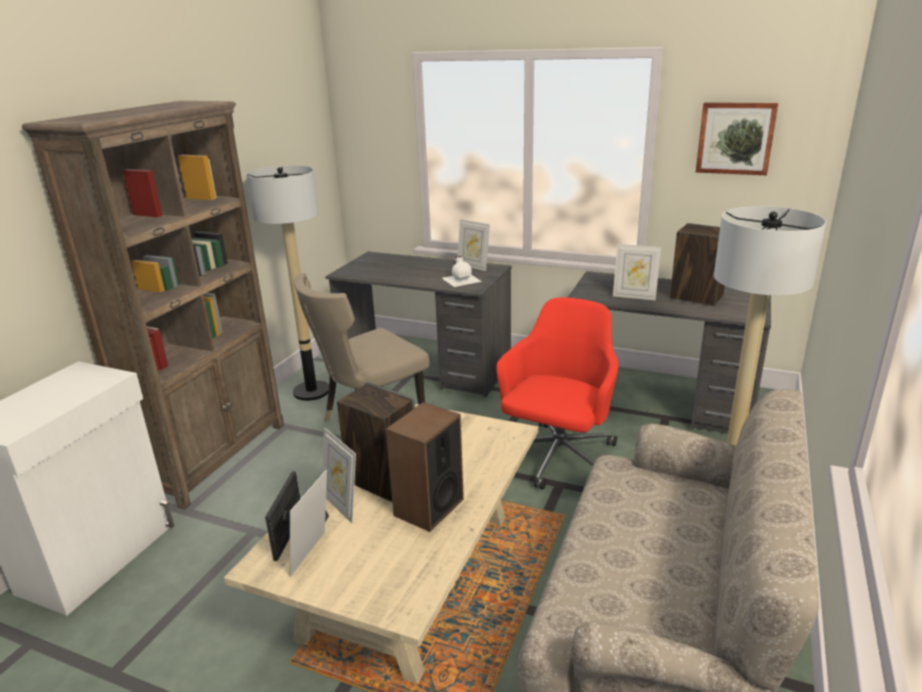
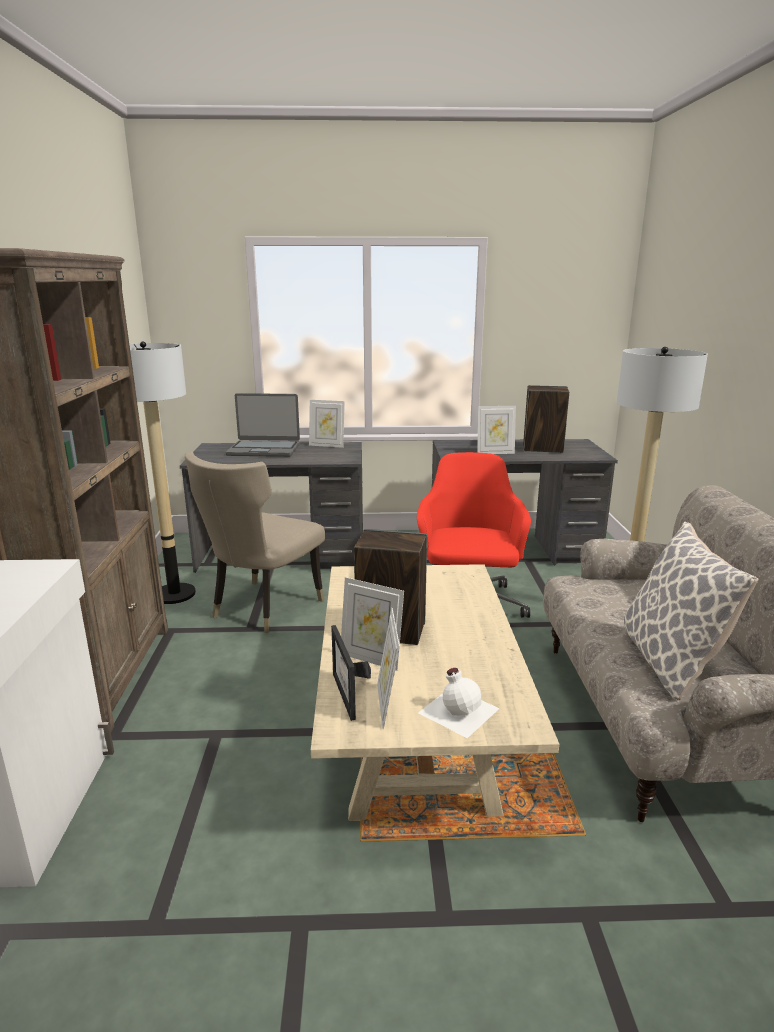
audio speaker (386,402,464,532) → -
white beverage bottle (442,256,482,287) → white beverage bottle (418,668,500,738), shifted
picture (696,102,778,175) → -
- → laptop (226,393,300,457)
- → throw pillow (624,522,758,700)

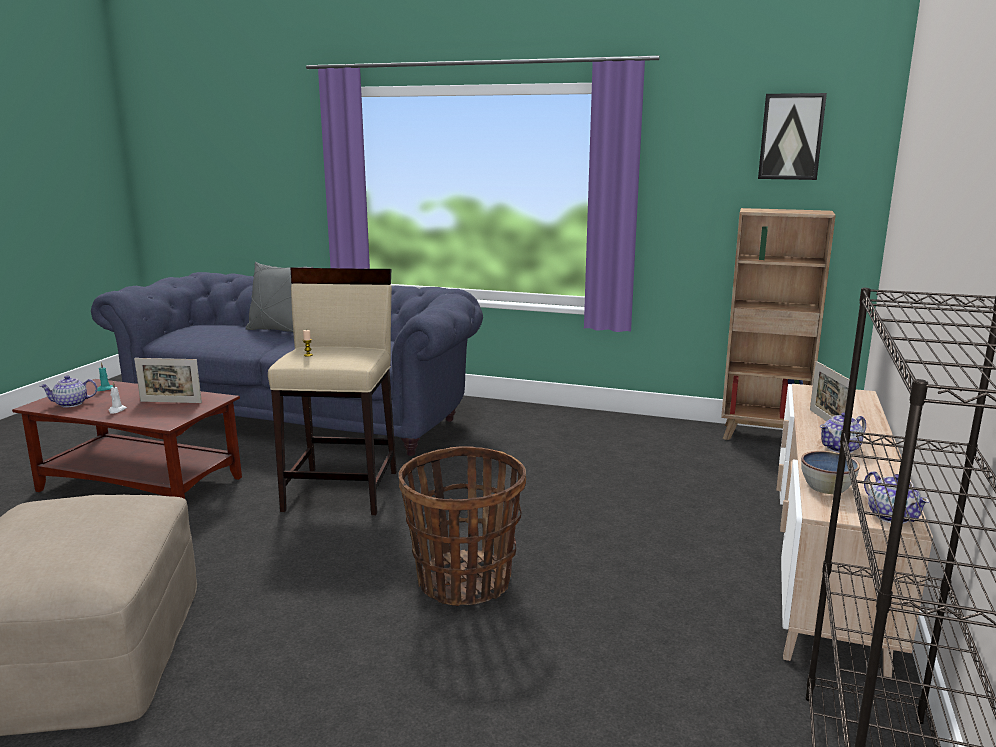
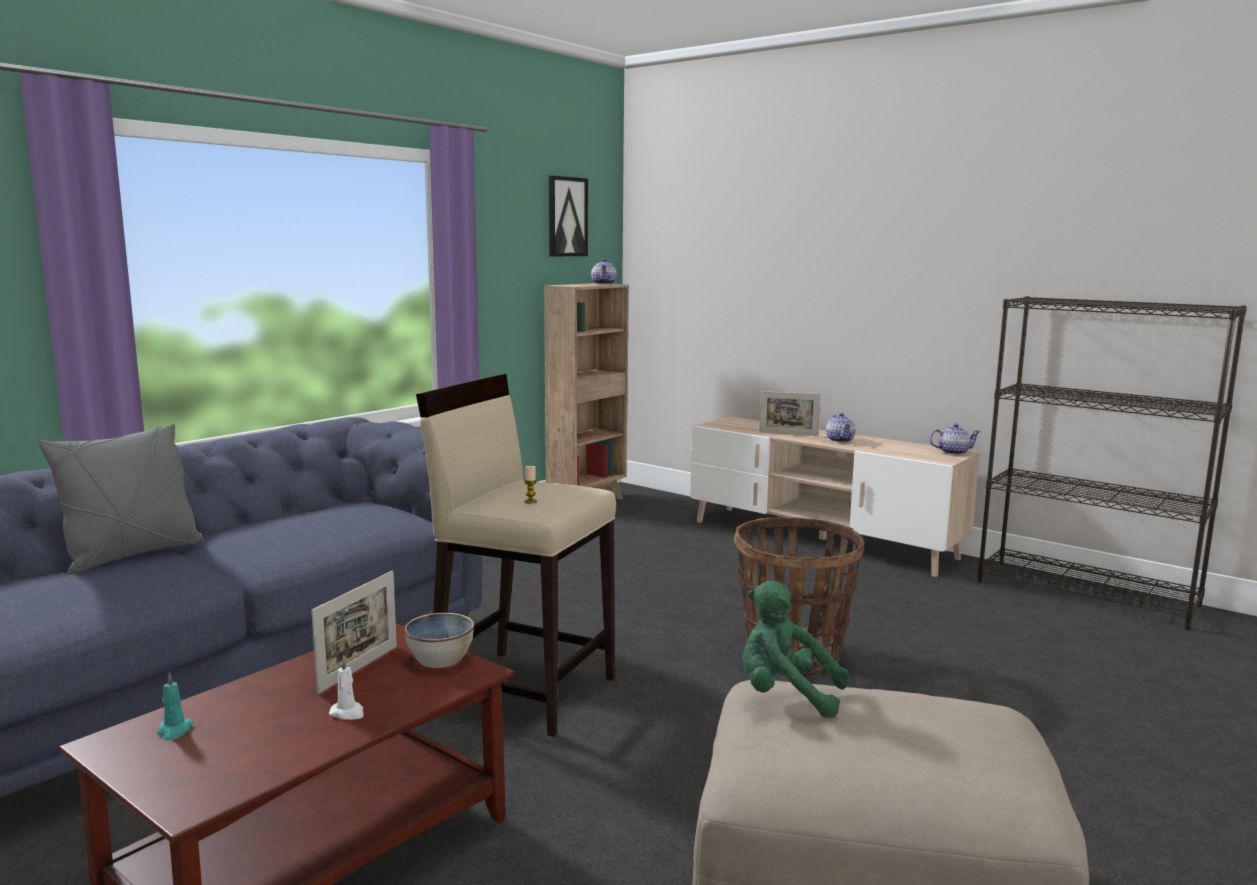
teapot (40,375,98,407) → teapot (591,259,617,284), shifted
deep dish (801,451,860,494) → deep dish (404,613,474,668), shifted
- → green-coloured plush toy (742,581,849,718)

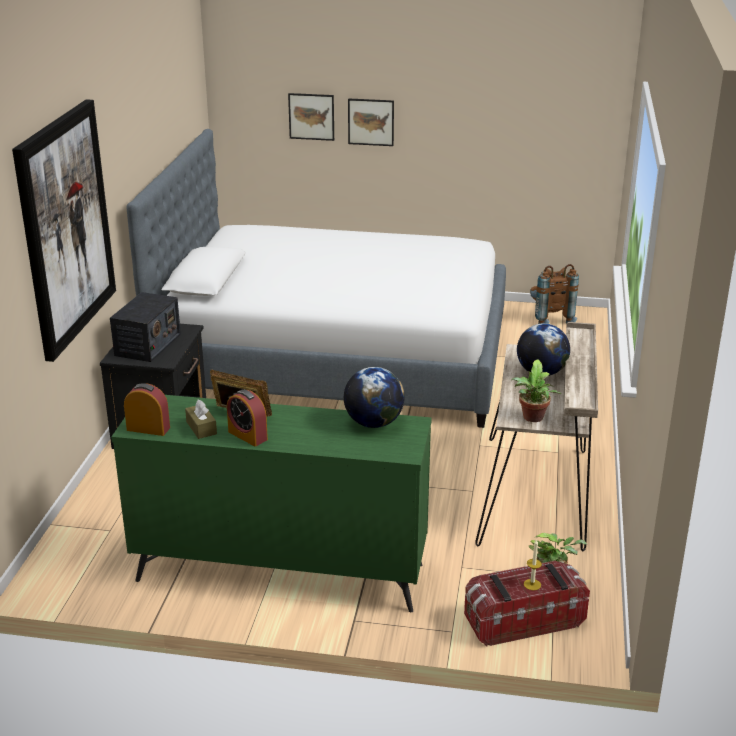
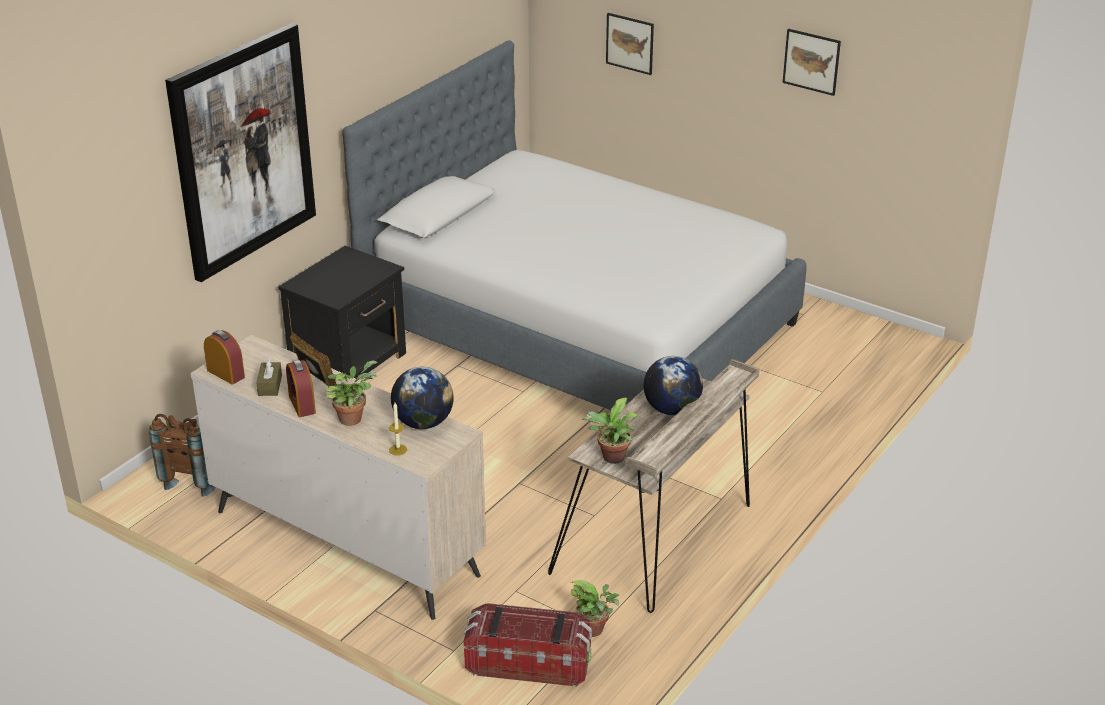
radio set (110,292,181,362) → -
green-coloured dresser (111,395,432,612) → sand-coloured dresser (190,335,486,620)
picture (348,98,394,146) → picture (783,29,841,96), shifted
candle (524,539,542,590) → candle (389,403,407,456), shifted
brownish knapsack (530,264,579,324) → brownish knapsack (149,414,216,497), shifted
- → potted plant (325,361,378,426)

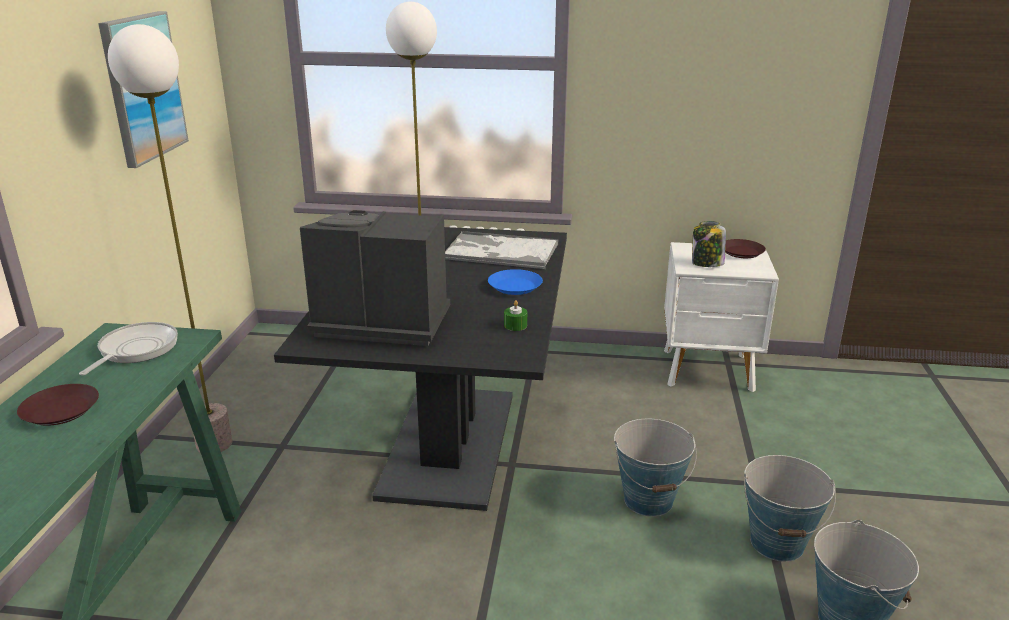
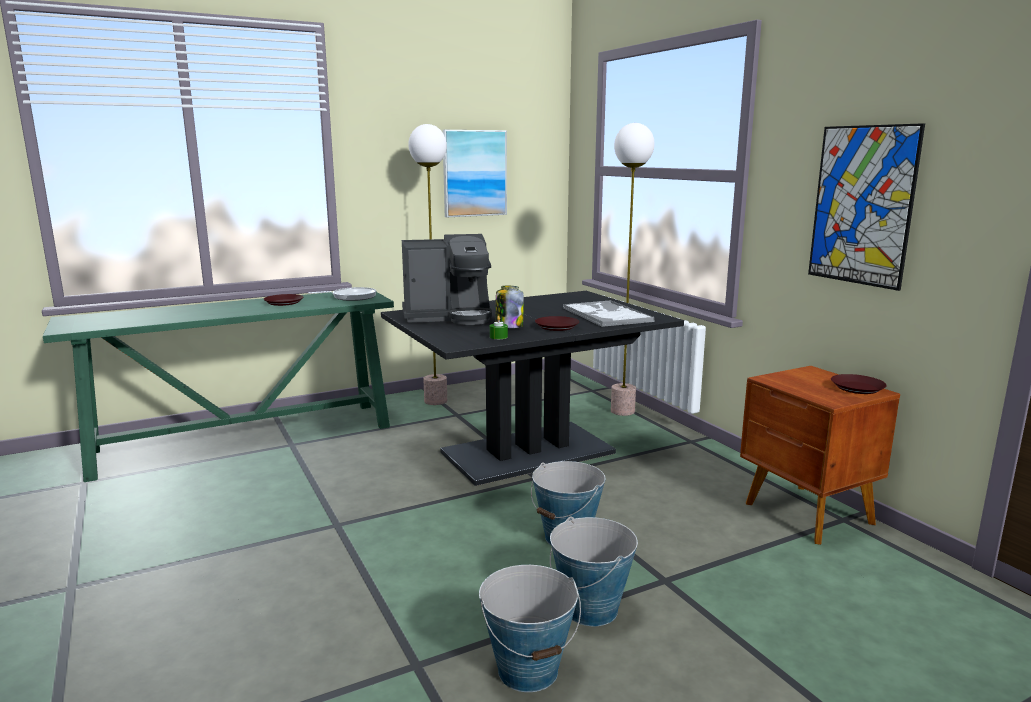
coffee maker (300,210,450,346) → coffee maker (402,234,492,325), 105 degrees clockwise
blue dinner plate (488,269,543,295) → brownish dinner plate (535,316,579,331)
white nightstand (664,242,779,392) → brownish nightstand (740,366,900,545)
jar (692,221,726,267) → jar (495,286,524,328), shifted
- → picture (808,123,925,291)

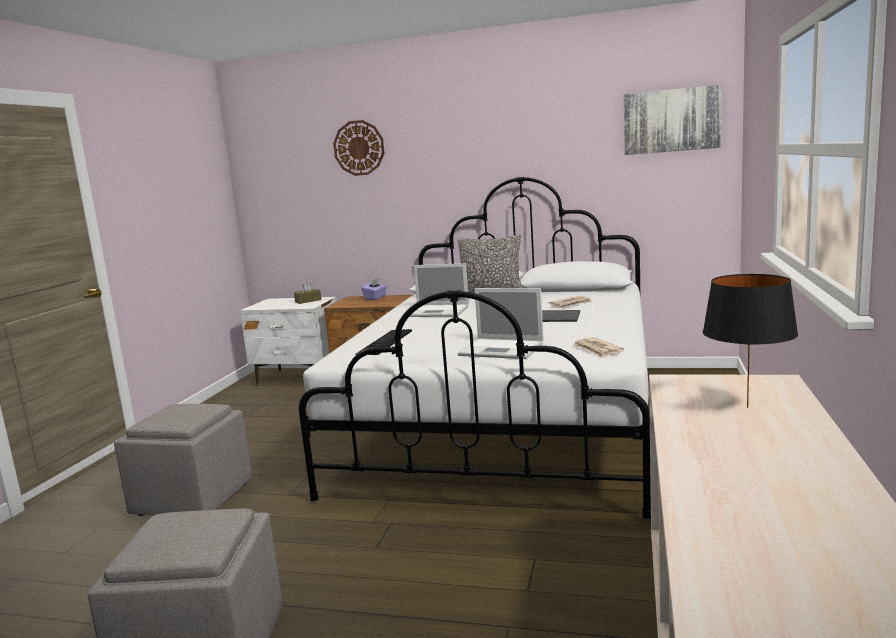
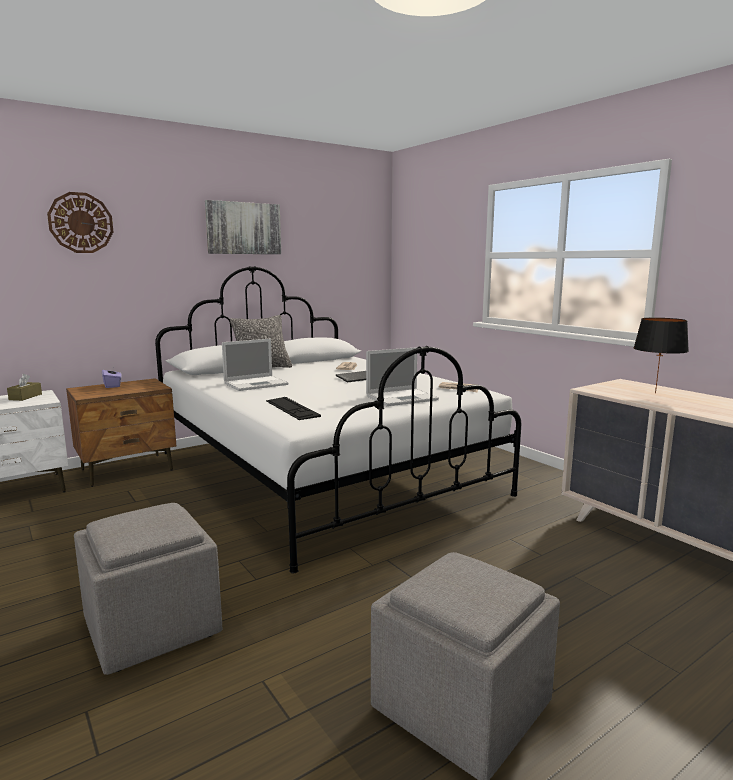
picture (624,85,722,155) → picture (205,200,281,254), shifted

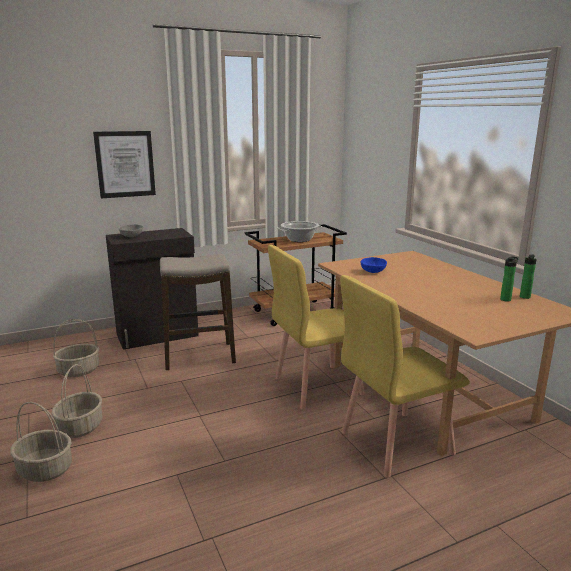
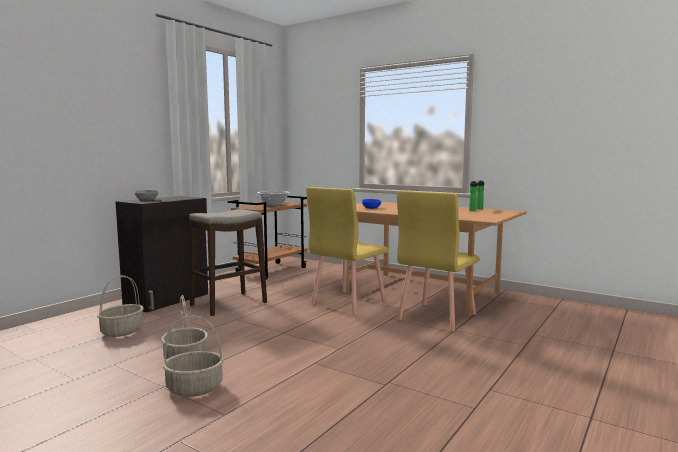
picture (93,131,156,198) → -

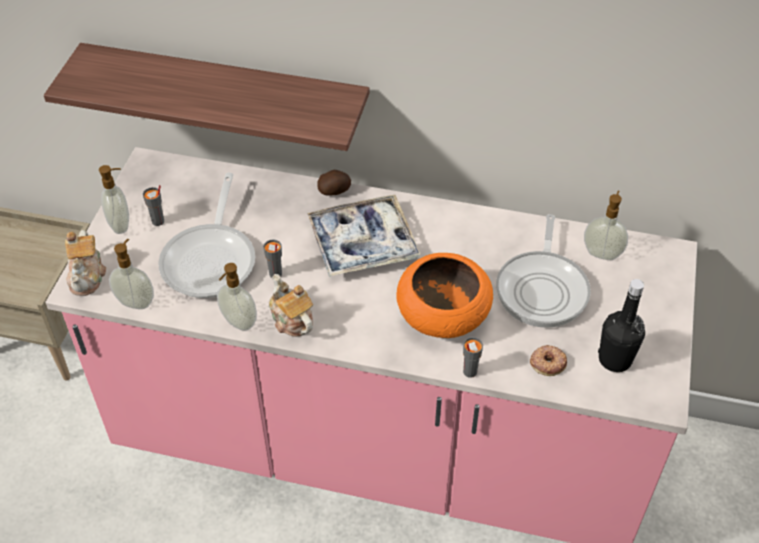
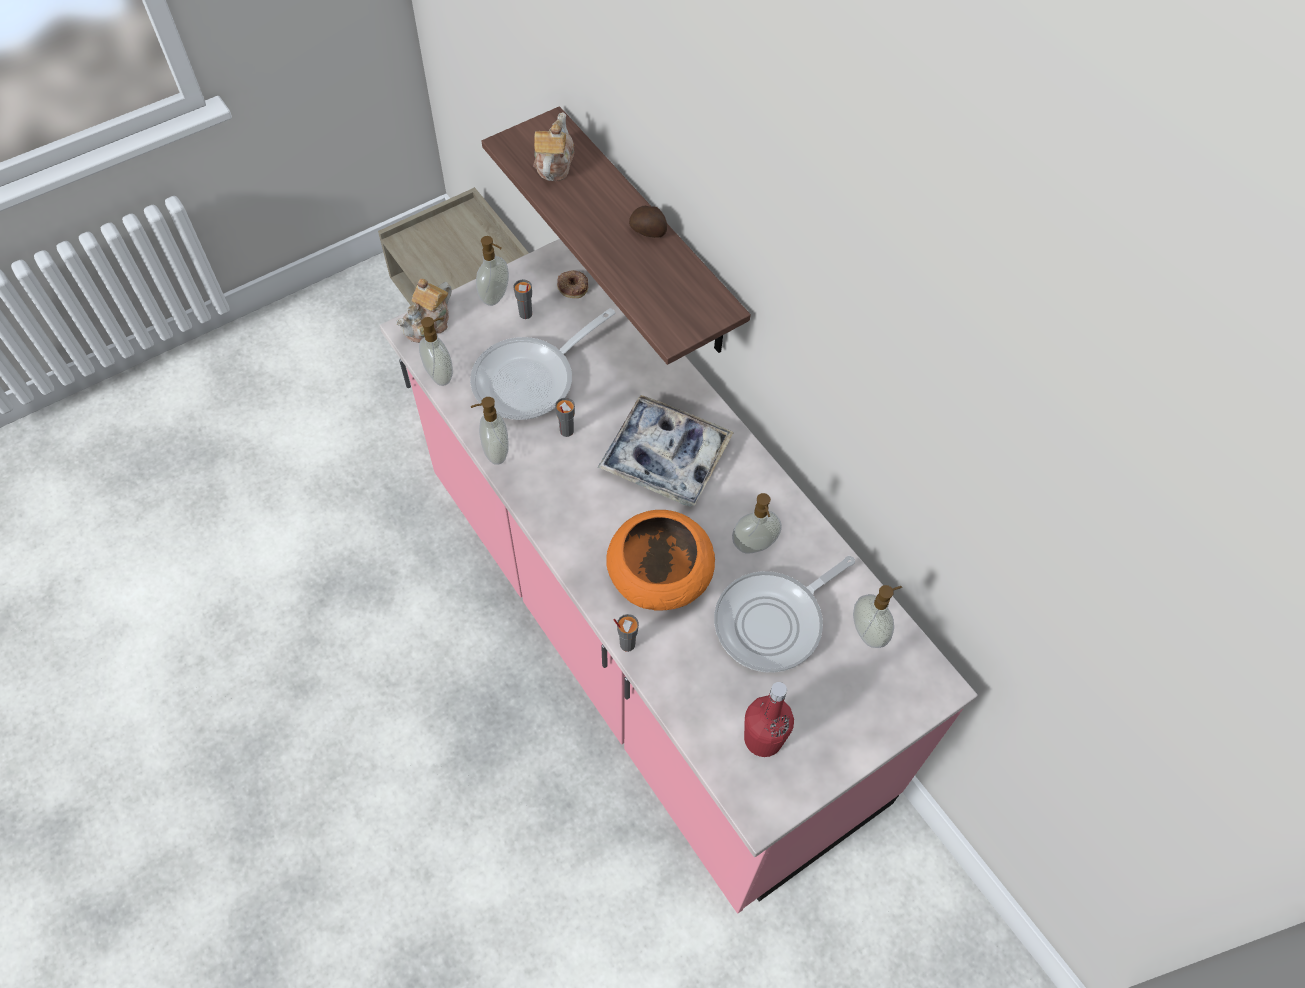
teapot (269,274,313,337) → teapot (533,112,574,181), shifted
spud (317,170,351,196) → spud (629,206,667,238), shifted
ring doughnut (530,345,567,376) → ring doughnut (557,270,588,298), shifted
blackish beverage bottle (598,279,645,372) → red-coloured beverage bottle (744,682,794,757)
- → soap dispenser (732,493,781,554)

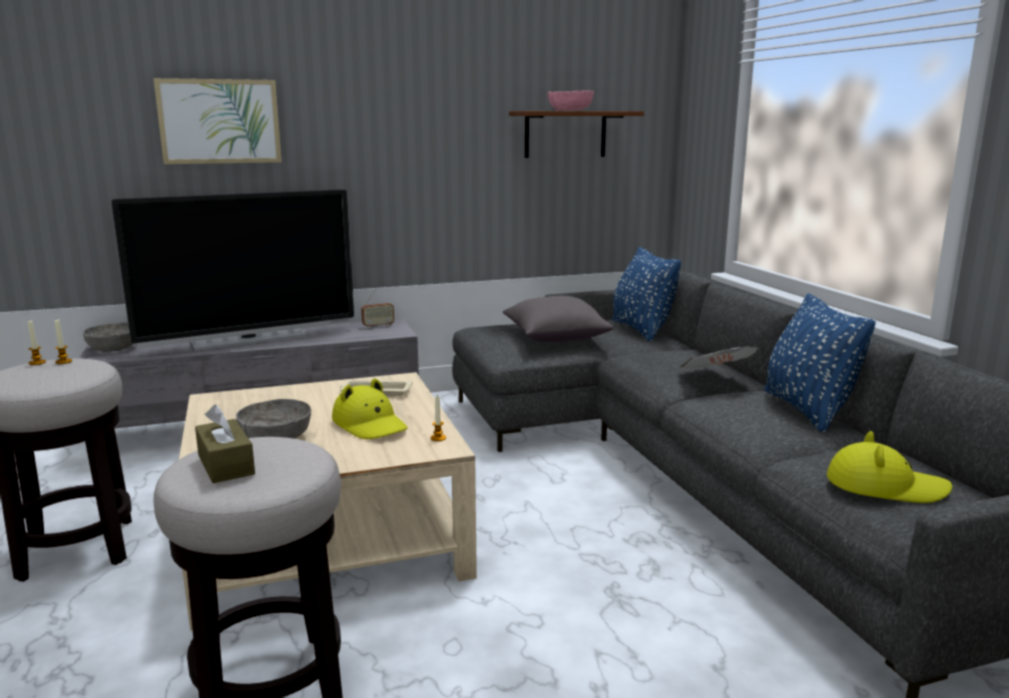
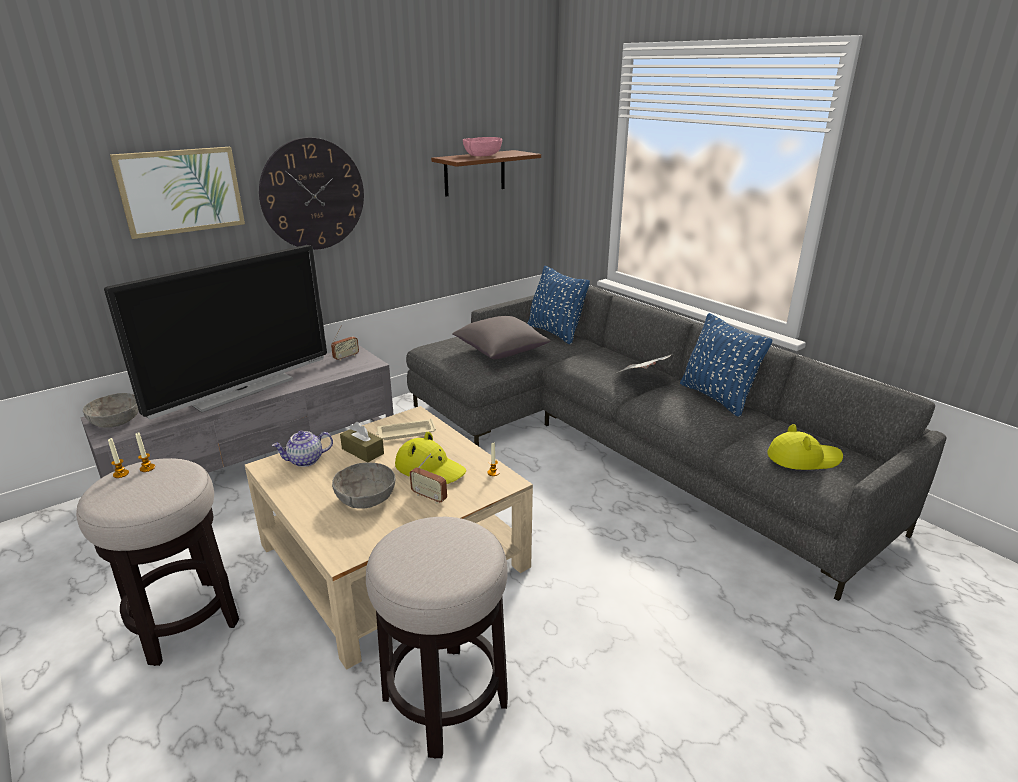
brownish tissue box (195,404,255,483) → brownish tissue box (340,422,384,462), shifted
- → wall clock (259,137,364,250)
- → teapot (272,431,333,467)
- → radio set (410,453,447,504)

